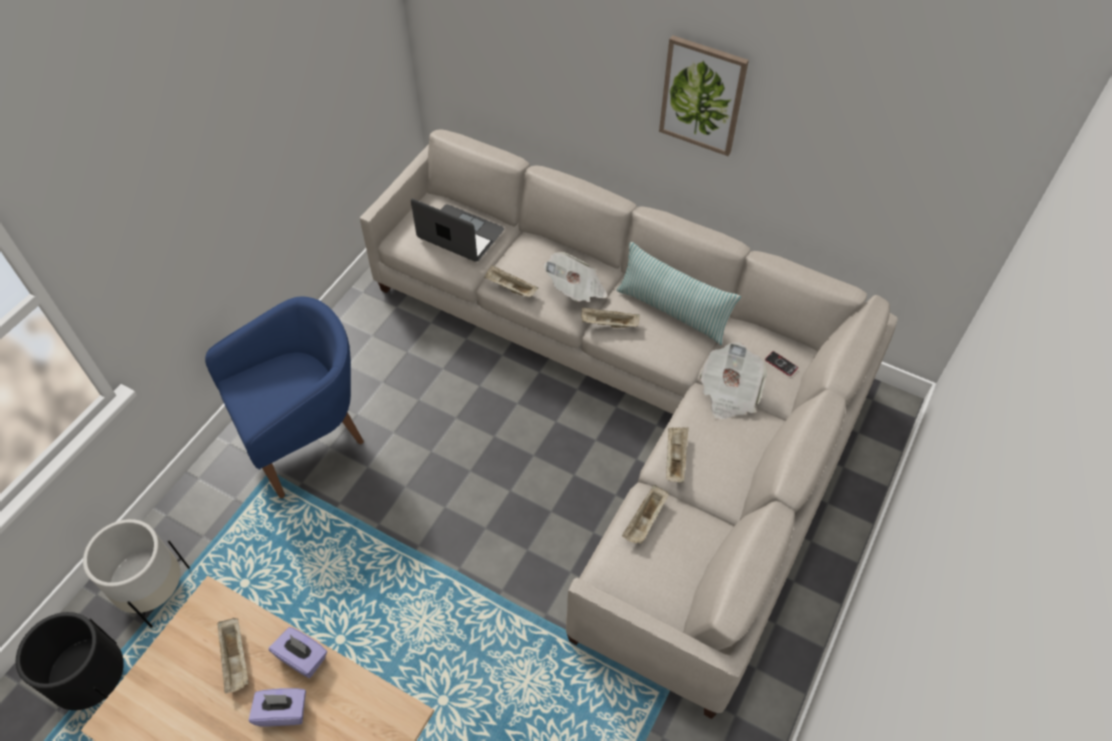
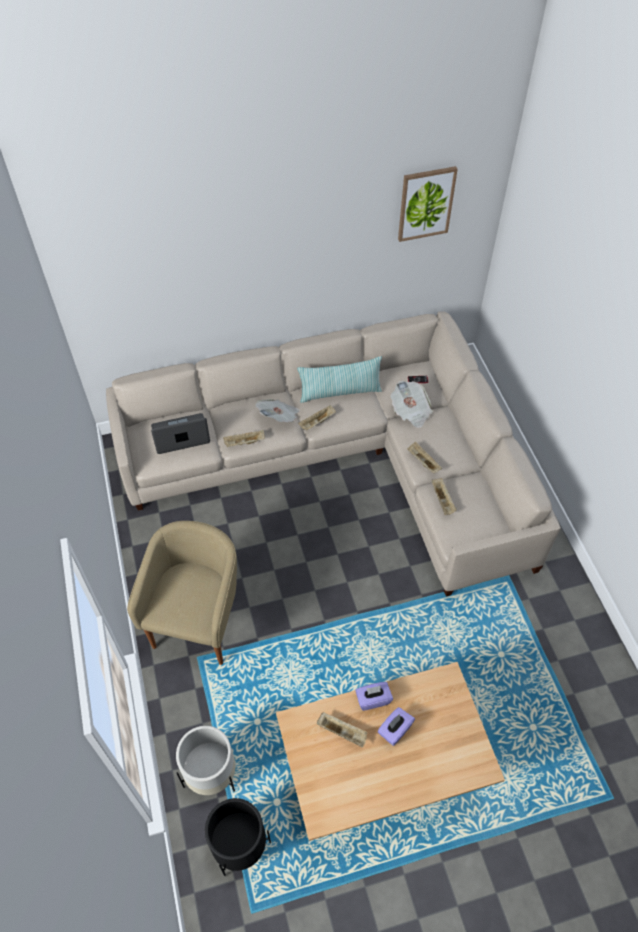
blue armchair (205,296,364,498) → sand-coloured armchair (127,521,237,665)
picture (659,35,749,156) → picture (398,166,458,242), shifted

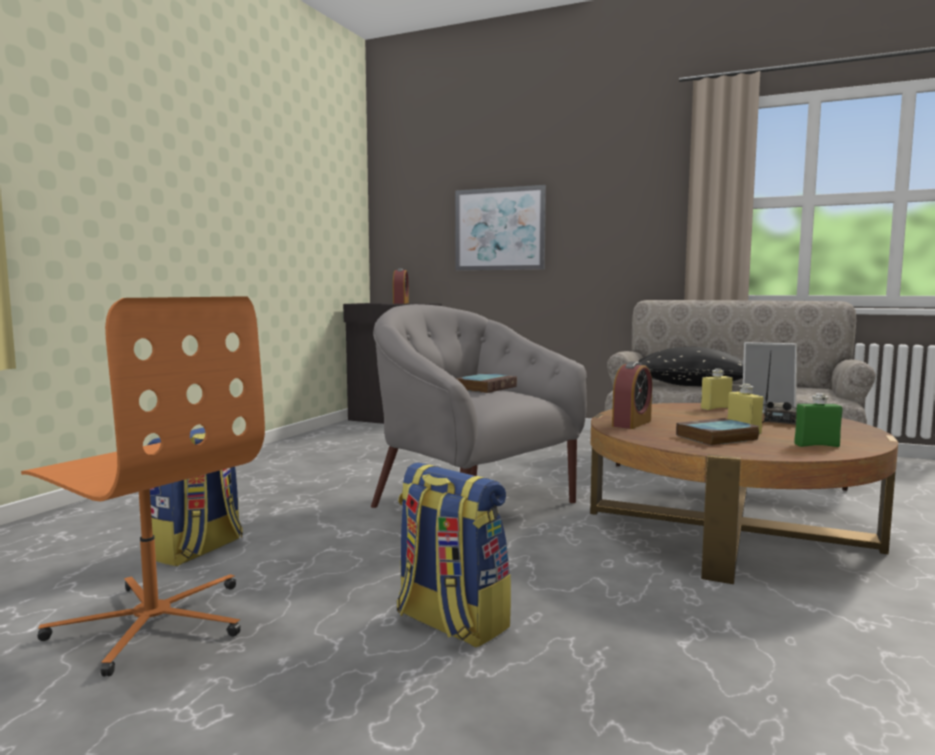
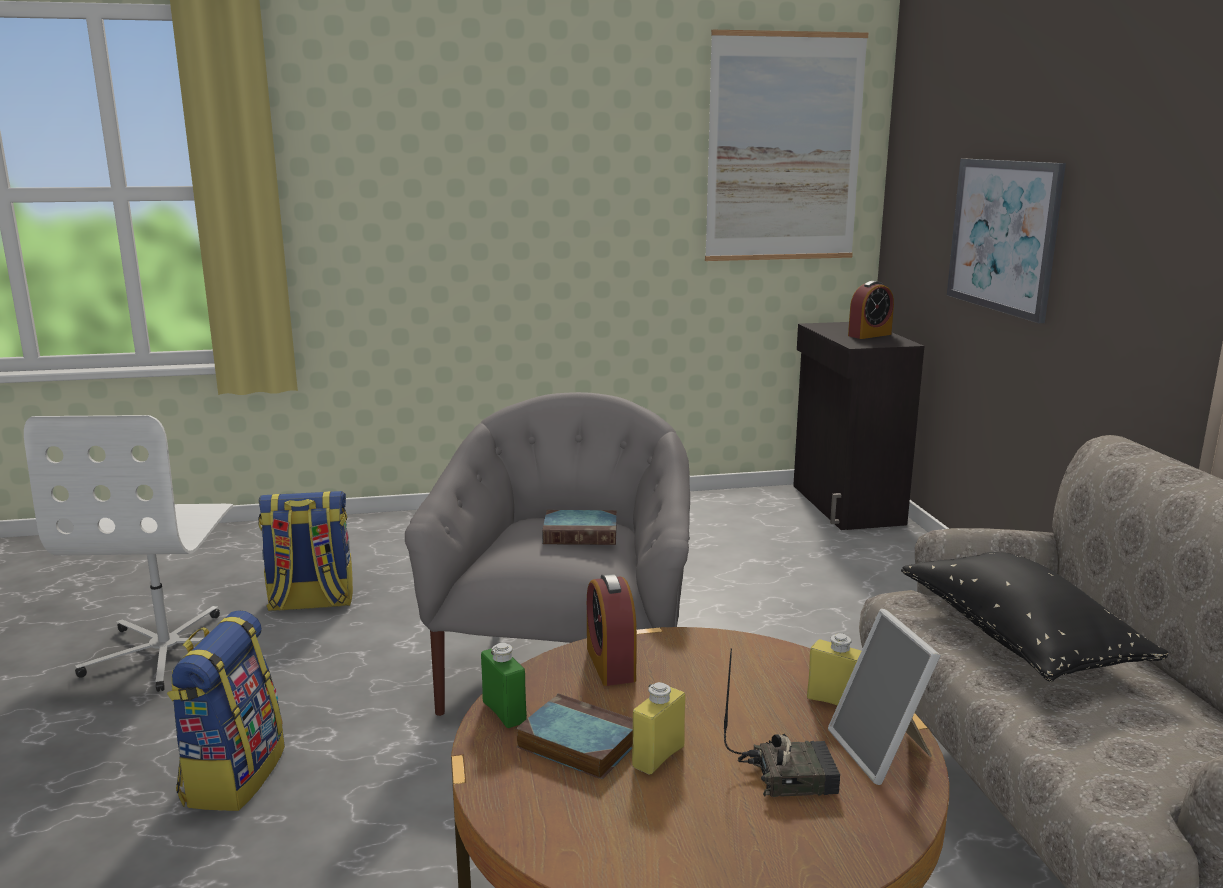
orange office chair (21,296,265,677) → white office chair (24,415,233,692)
alarm clock (612,361,652,429) → alarm clock (587,574,637,686), 75 degrees clockwise
green-coloured beverage bottle (794,393,842,447) → green-coloured beverage bottle (481,643,527,728), shifted
- → picture (705,30,868,261)

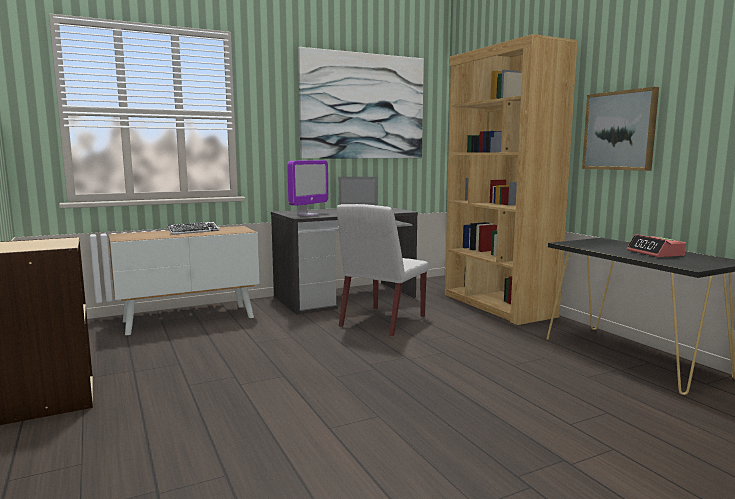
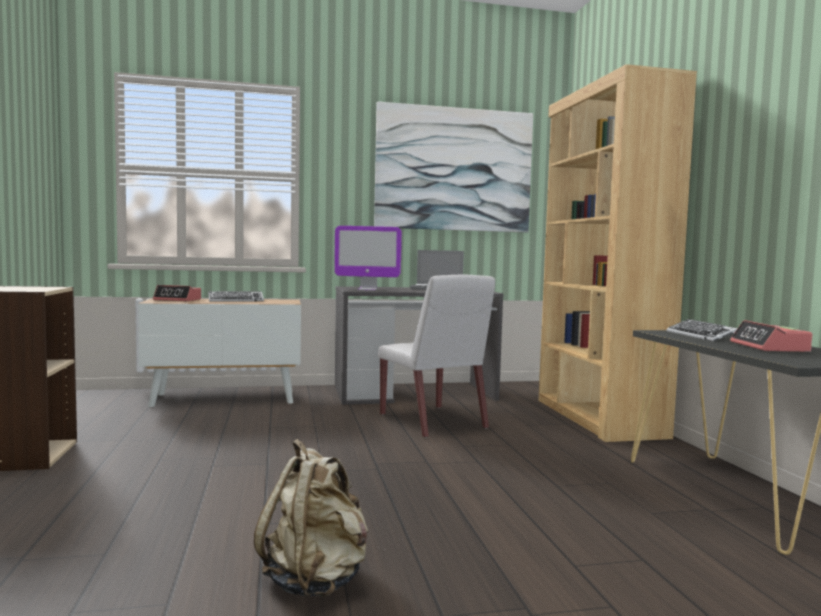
monitor (287,160,328,216) → monitor (334,226,402,291), 45 degrees clockwise
white upright chair (337,204,428,337) → white upright chair (378,274,495,438), 75 degrees counterclockwise
picture (582,87,659,171) → -
- → alarm clock (153,285,201,302)
- → sand-coloured knapsack (254,439,368,597)
- → PC keyboard (667,319,738,341)

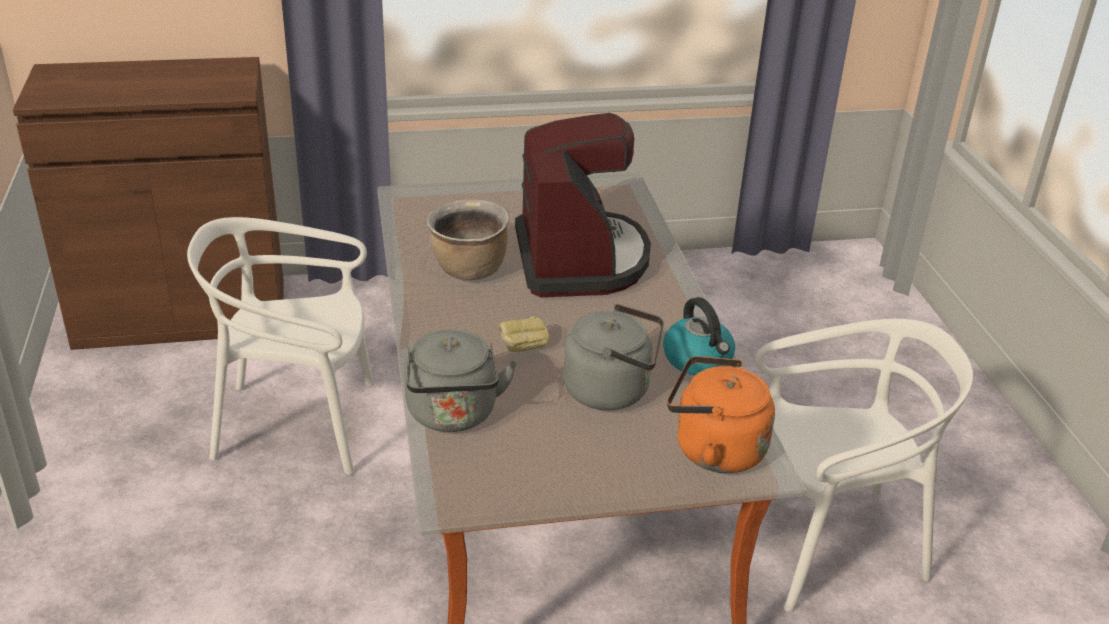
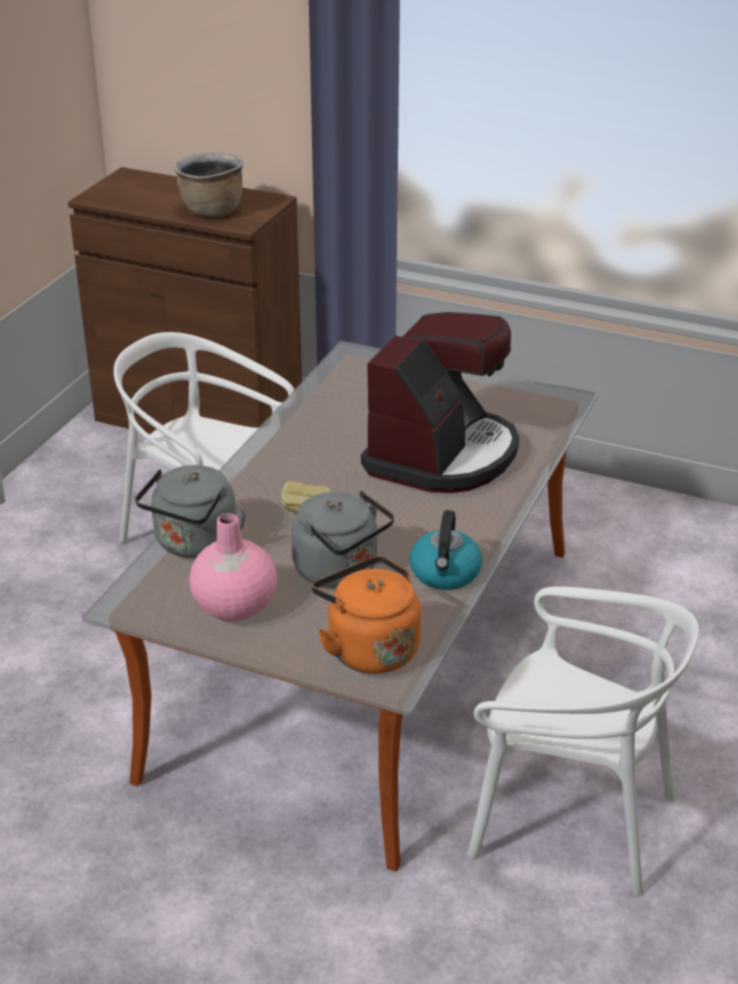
brownish stockpot (427,199,510,280) → brownish stockpot (174,152,243,217), shifted
- → pink flower vase (189,513,277,621)

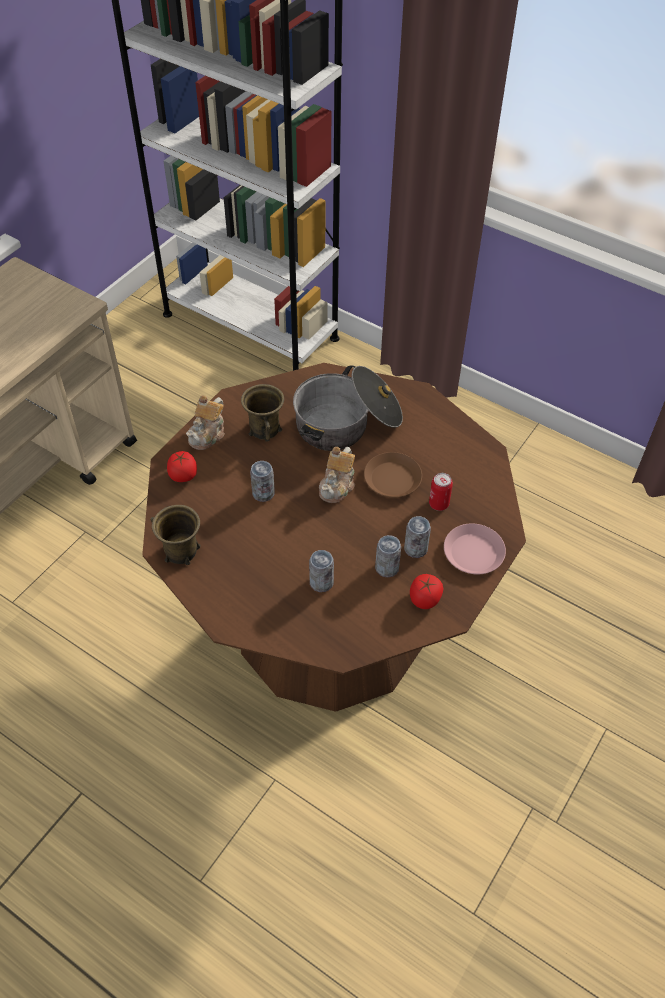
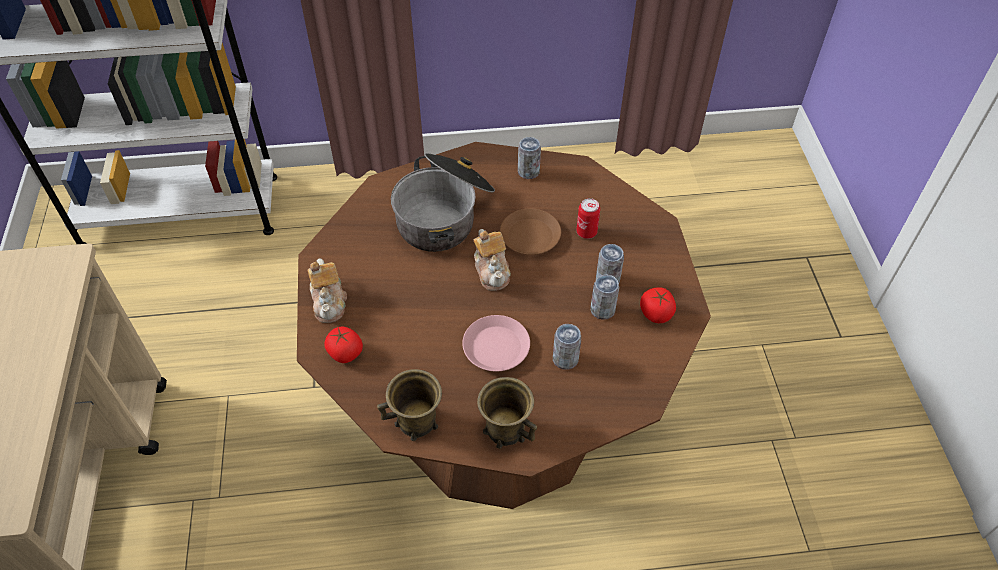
brownish mug (241,384,284,442) → brownish mug (477,377,537,449), shifted
sealed can (250,461,275,502) → sealed can (518,137,541,179), shifted
pink dinner plate (444,523,506,574) → pink dinner plate (462,315,530,371), shifted

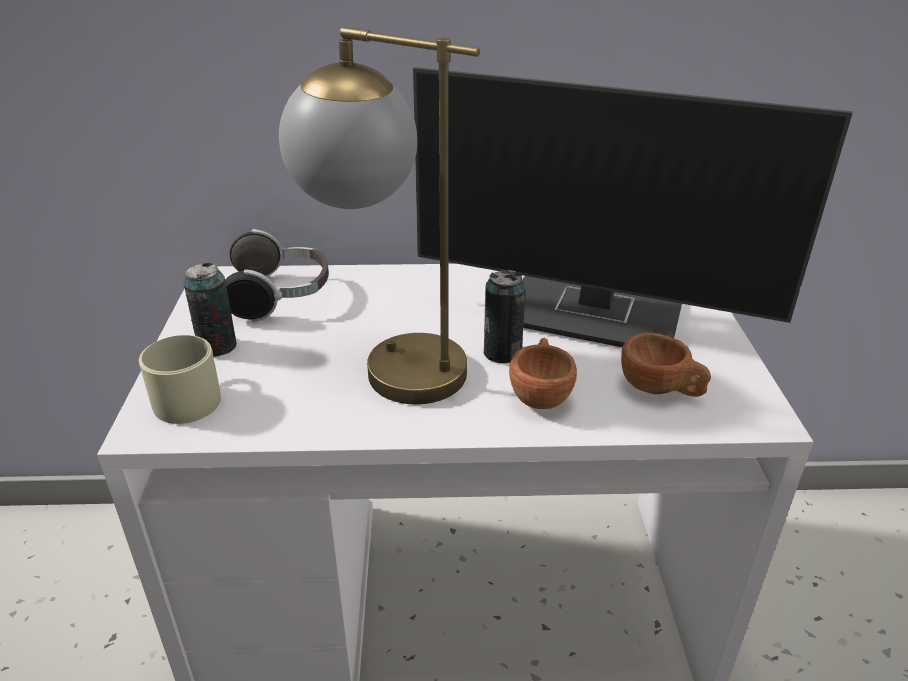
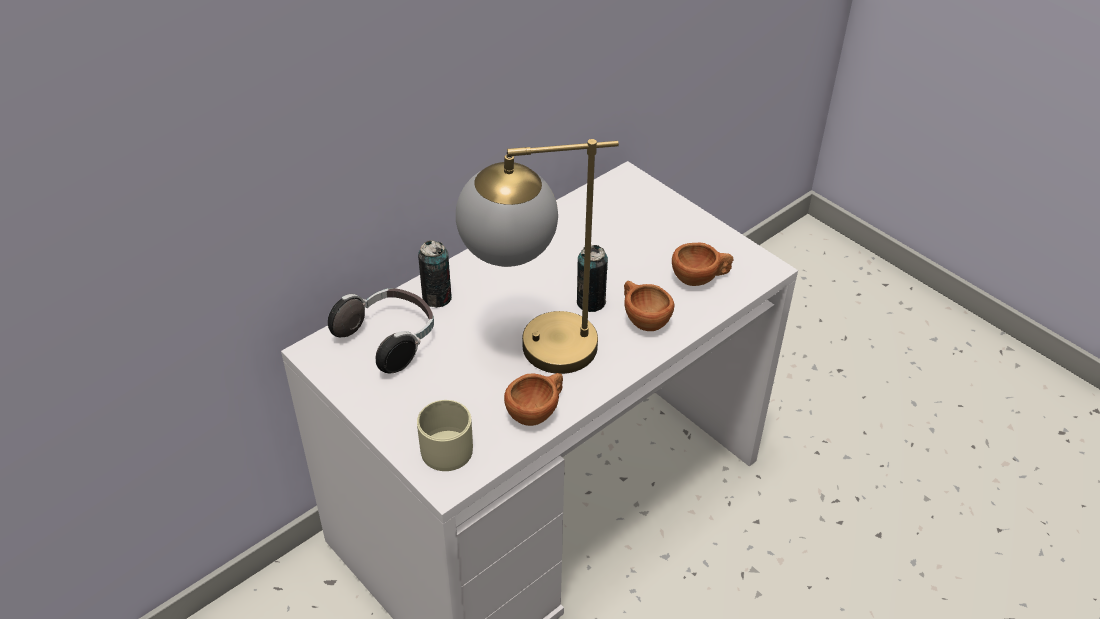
sealed can (183,263,237,357) → sealed can (418,240,452,308), shifted
monitor (413,67,853,347) → -
- → brownish cup (504,373,563,426)

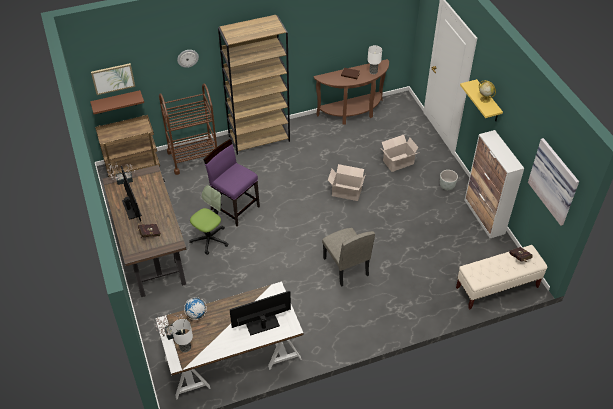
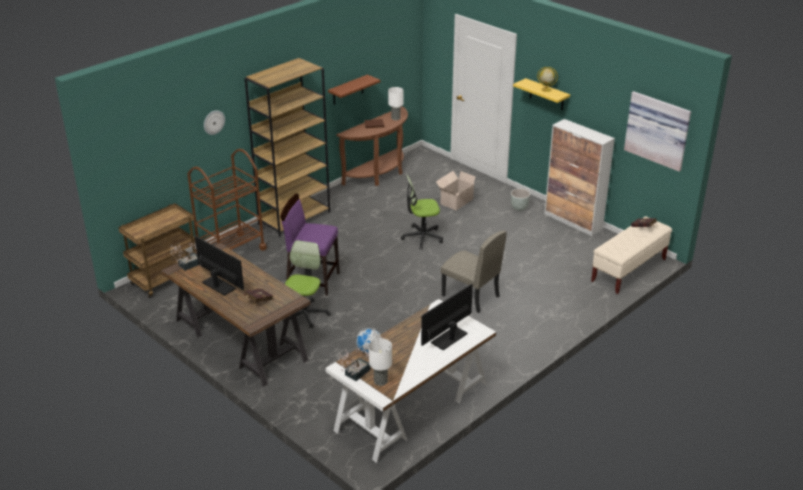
brownish bracket shelf (90,90,144,114) → brownish bracket shelf (328,75,381,105), shifted
picture (91,63,135,95) → -
carton (328,164,366,201) → office chair (401,175,443,249)

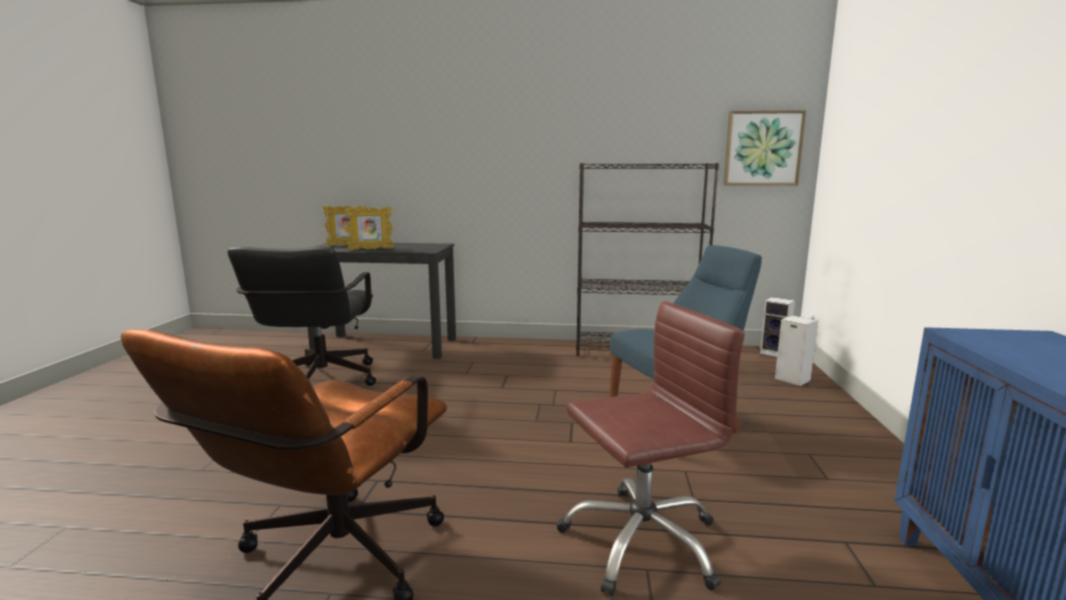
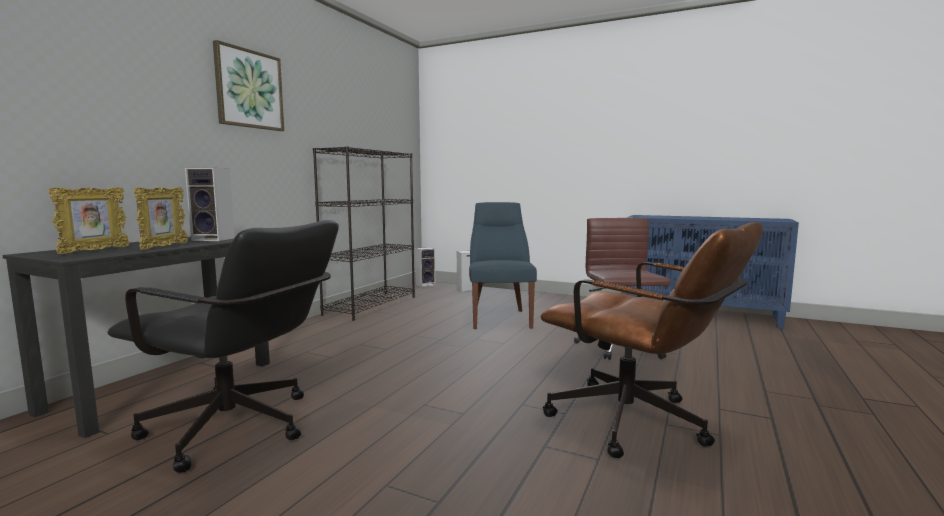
picture (723,110,806,186) → picture (213,40,284,131), shifted
- → audio speaker (185,168,235,241)

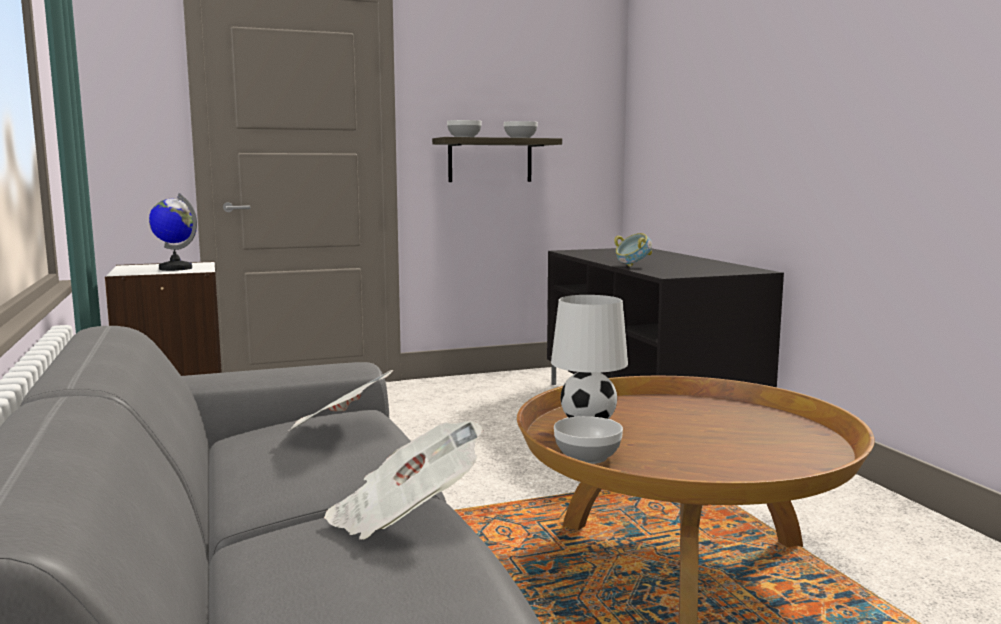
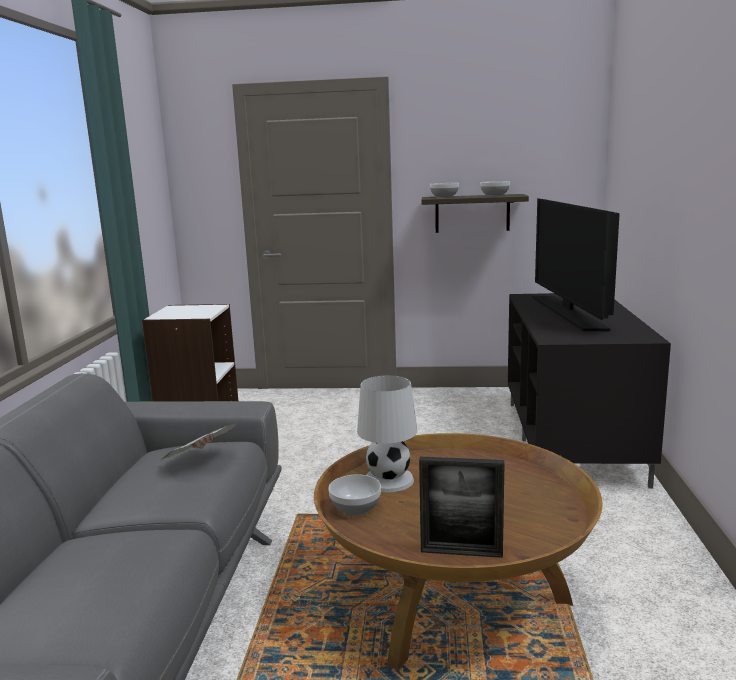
desk globe (149,193,197,271) → -
newspaper (324,421,484,540) → -
deep dish (614,233,652,267) → -
- → photo frame (419,457,504,558)
- → TV (532,198,620,331)

